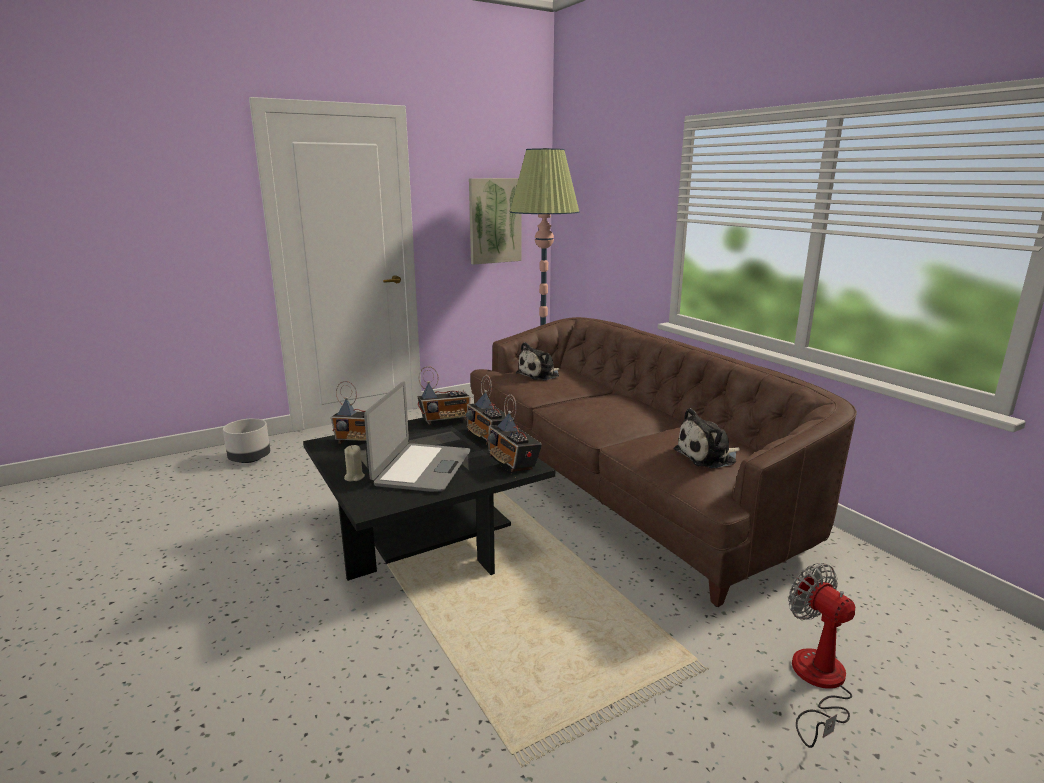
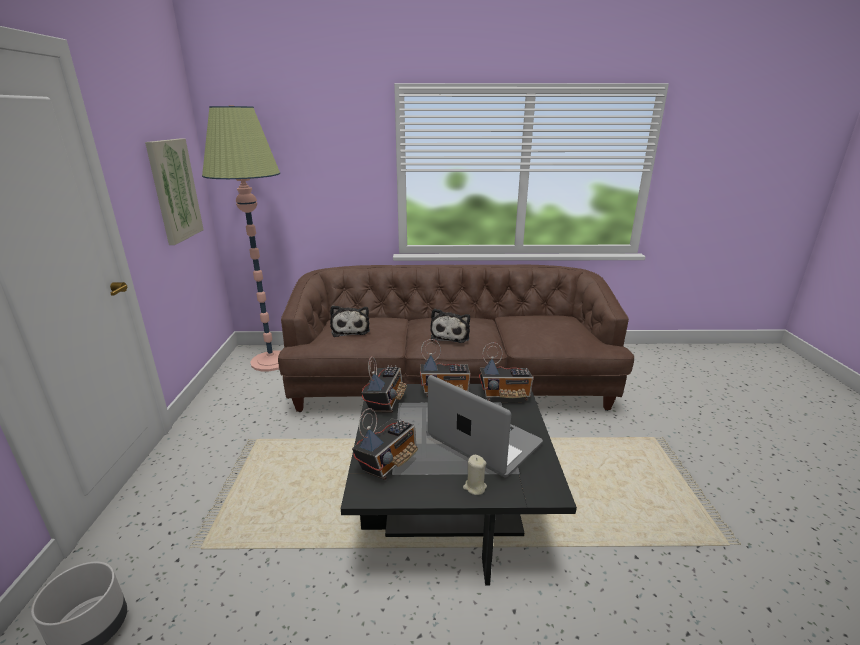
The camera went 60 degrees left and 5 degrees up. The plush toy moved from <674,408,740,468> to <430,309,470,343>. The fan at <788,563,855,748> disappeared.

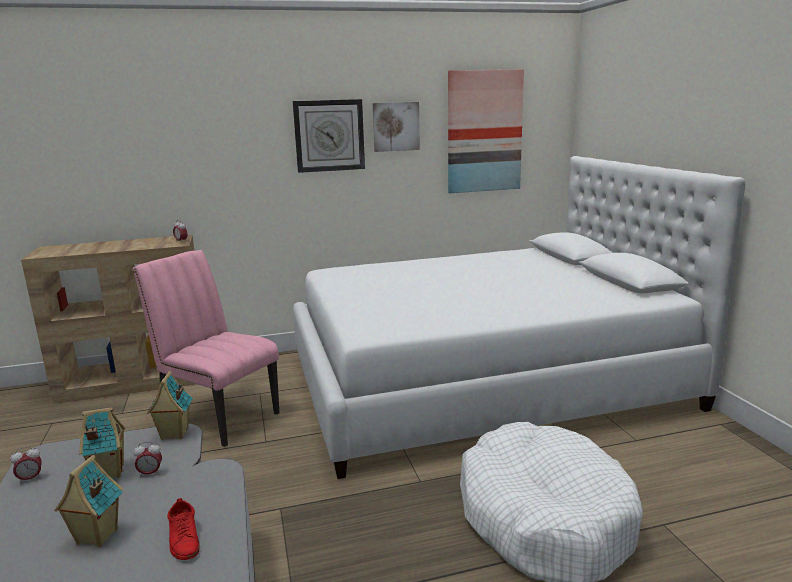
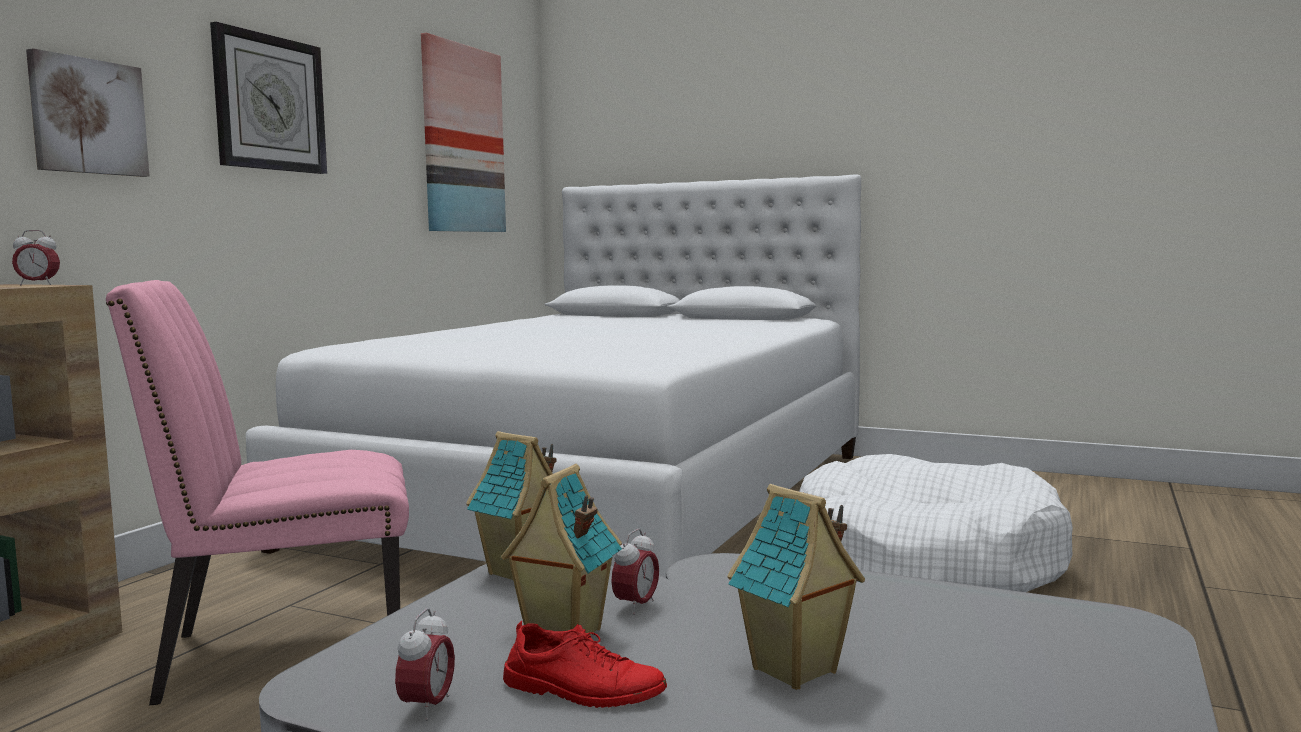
The camera went 50 degrees left and 10 degrees down. The picture moved from <373,102,420,152> to <26,48,150,177>. The red shoe moved from <167,498,200,560> to <503,620,667,708>.

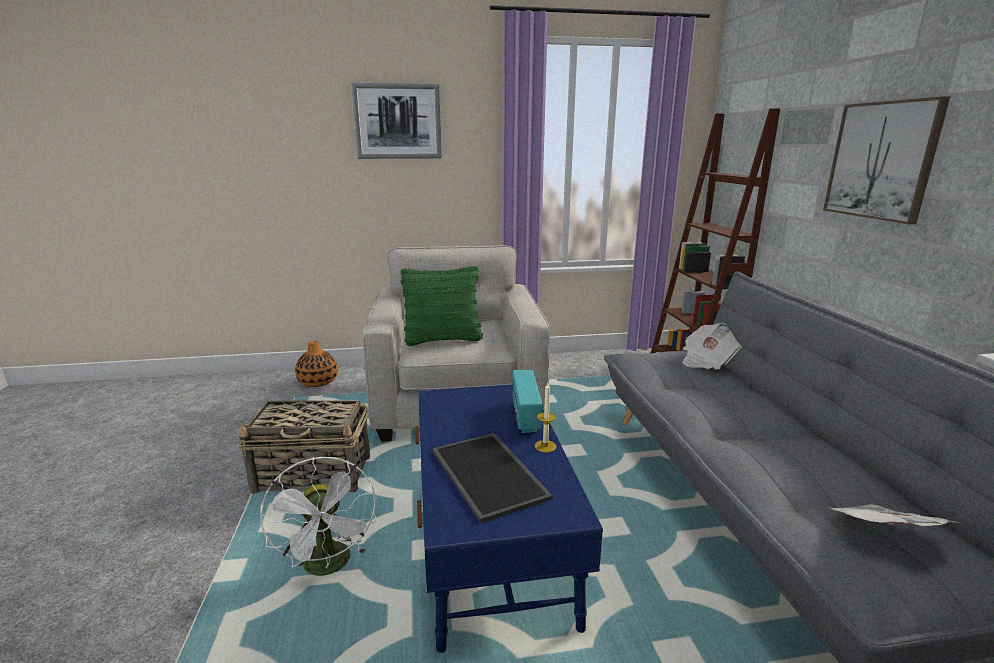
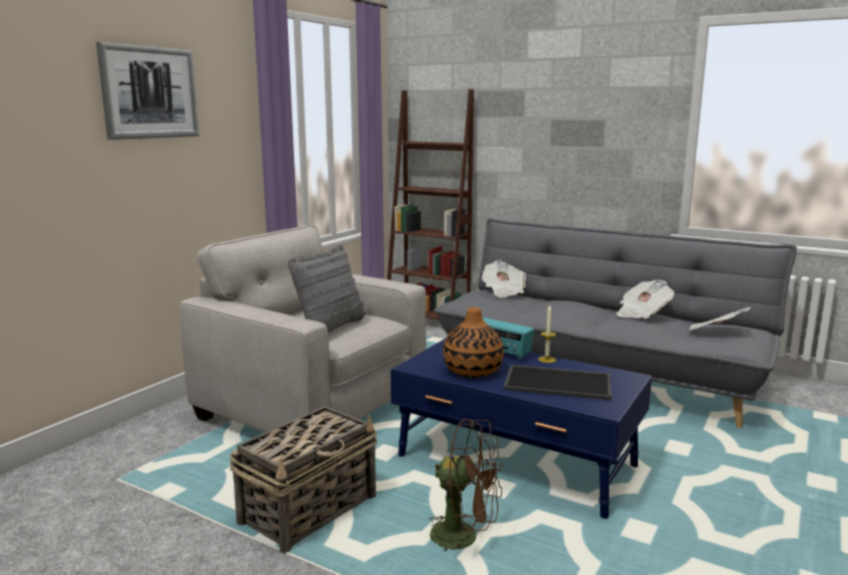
The camera went 50 degrees left and 5 degrees down. The picture at <823,96,950,224> disappeared. The green pillow at <400,266,483,346> became the grey pillow at <288,245,366,333>. The vase moved from <295,341,338,387> to <443,307,504,377>. The white fan at <260,457,376,576> became the brown fan at <429,419,502,551>. The newspaper at <617,280,674,319> appeared.

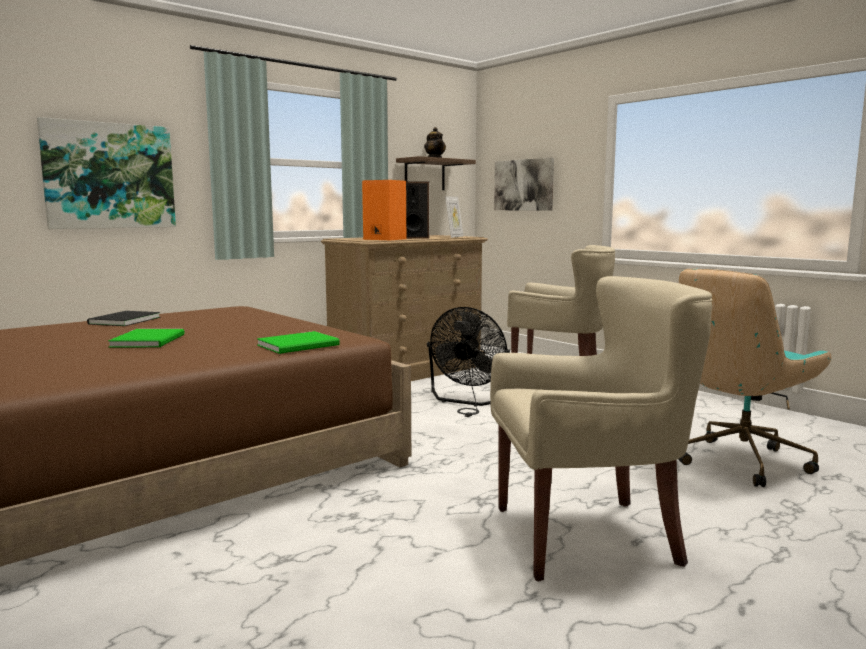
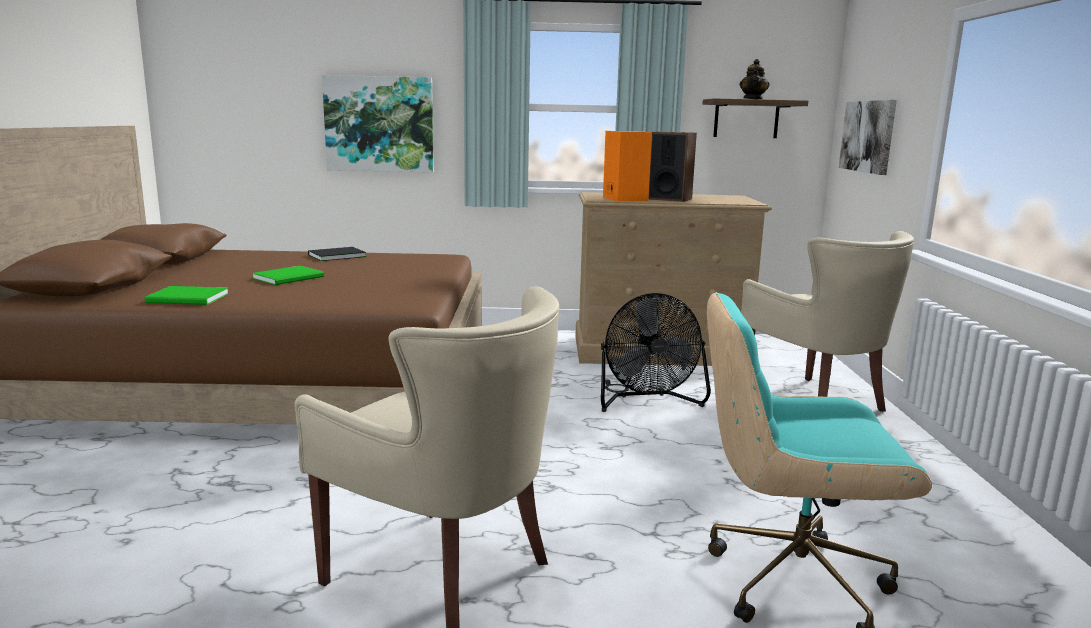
The camera went 40 degrees right and 5 degrees up. The picture frame at <445,196,464,238> disappeared. The black fan at <427,307,510,417> turned 105 degrees clockwise. The green book moved from <257,331,340,354> to <145,286,229,305>.

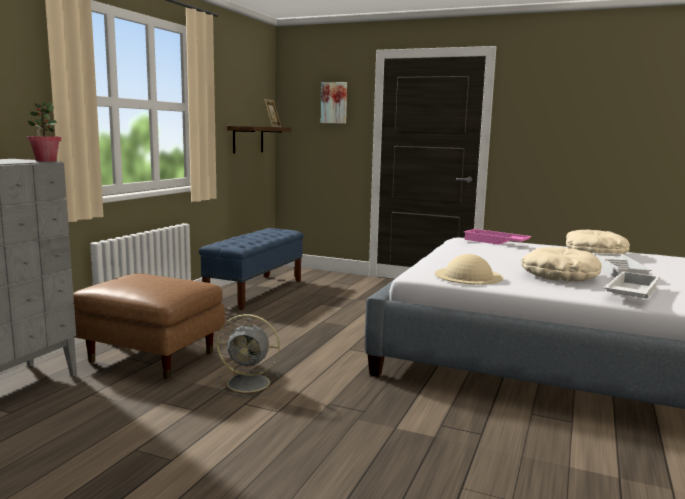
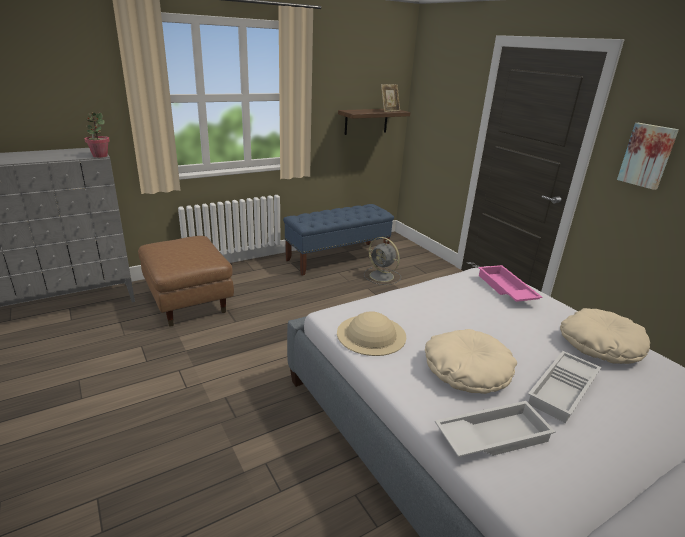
The camera went 35 degrees right and 15 degrees up. The picture moved from <321,82,347,124> to <617,123,679,190>. The grey fan moved from <217,314,281,397> to <364,237,401,285>.

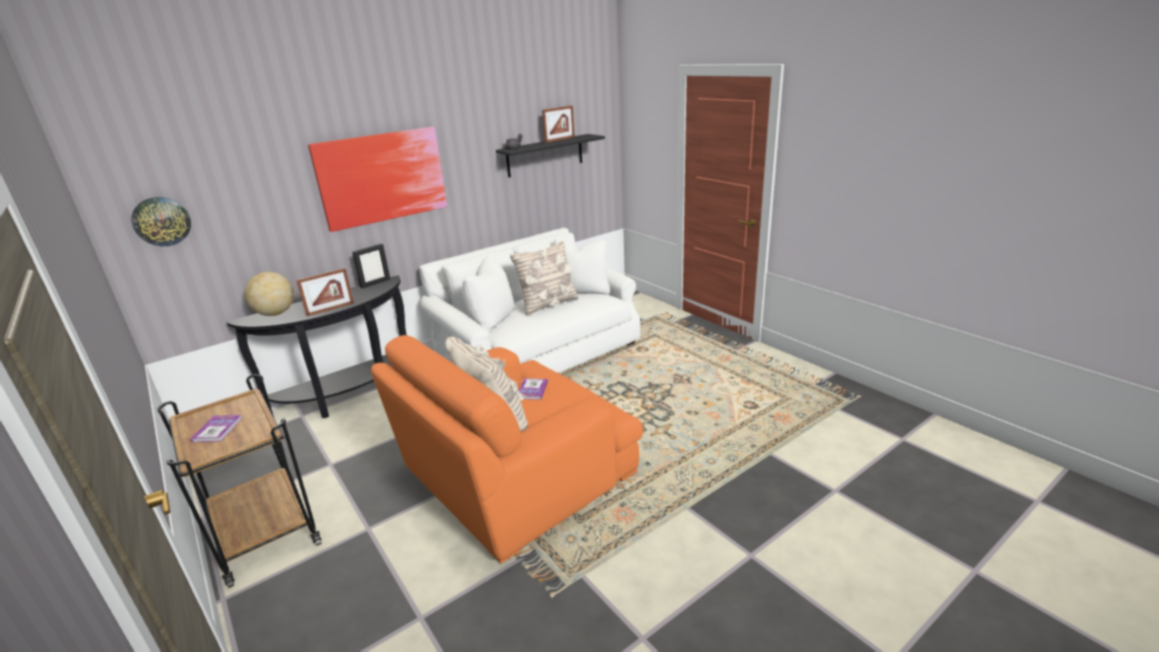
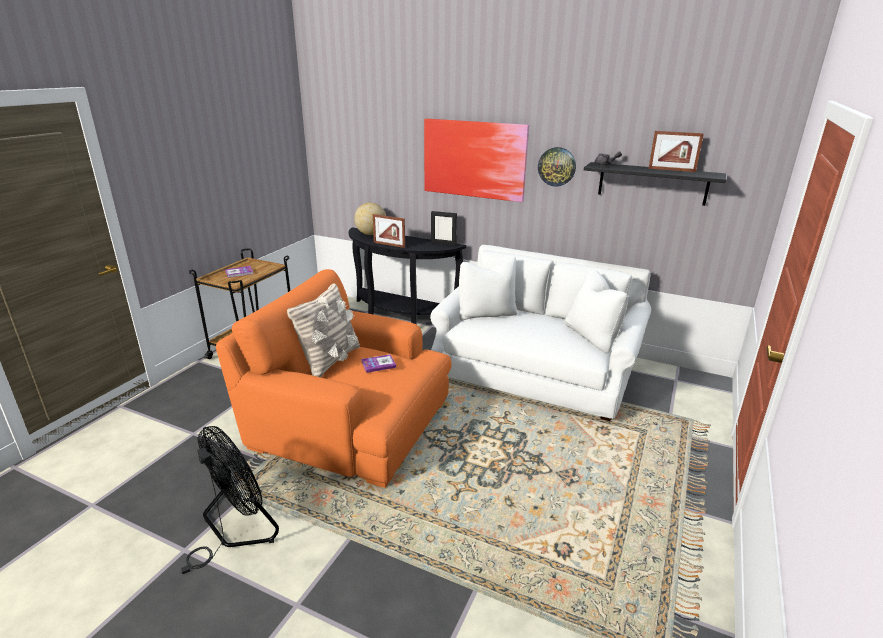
The camera went 60 degrees right and 0 degrees up. The wall clock moved from <132,197,191,246> to <538,147,576,187>. The beige pillow at <510,241,579,316> disappeared. The black fan at <179,426,279,574> appeared.

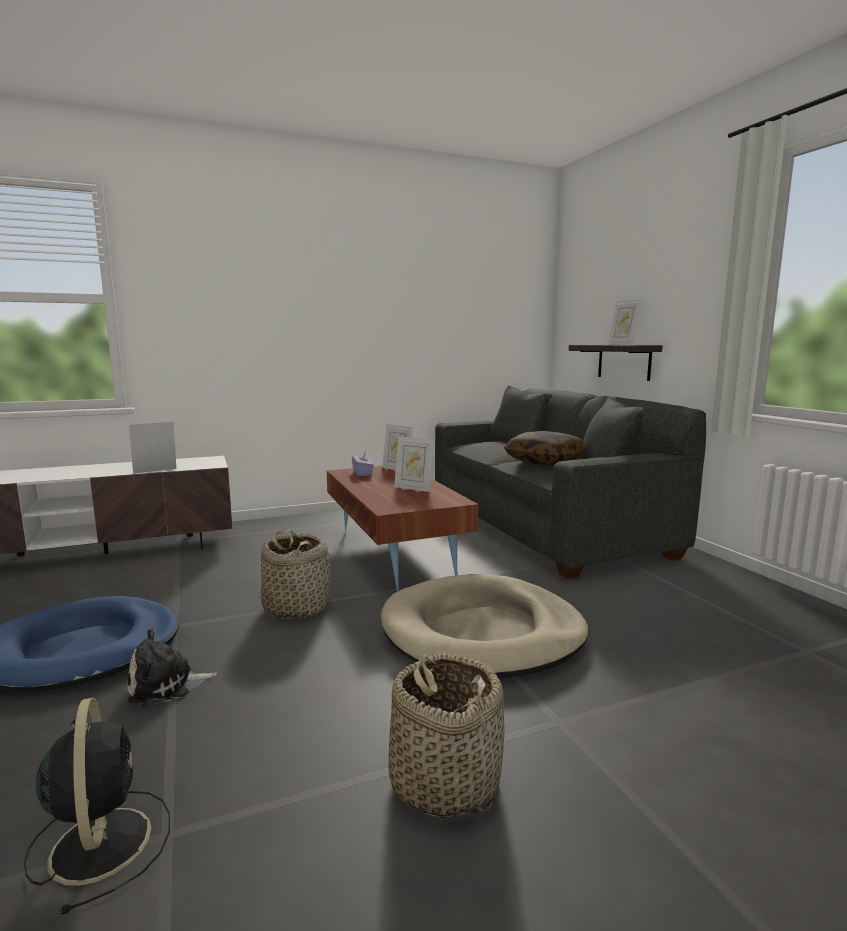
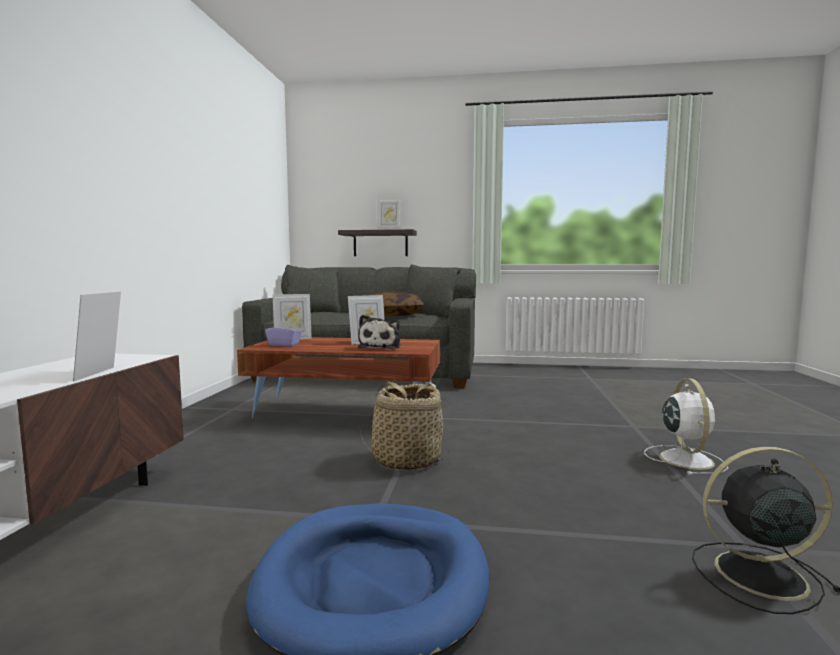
The camera went 60 degrees left and 5 degrees down. The beige dog bed at <380,574,589,678> disappeared. The plush toy moved from <128,628,217,706> to <358,315,401,349>. The basket at <388,653,504,818> was replaced by the white fan at <644,378,728,475>.

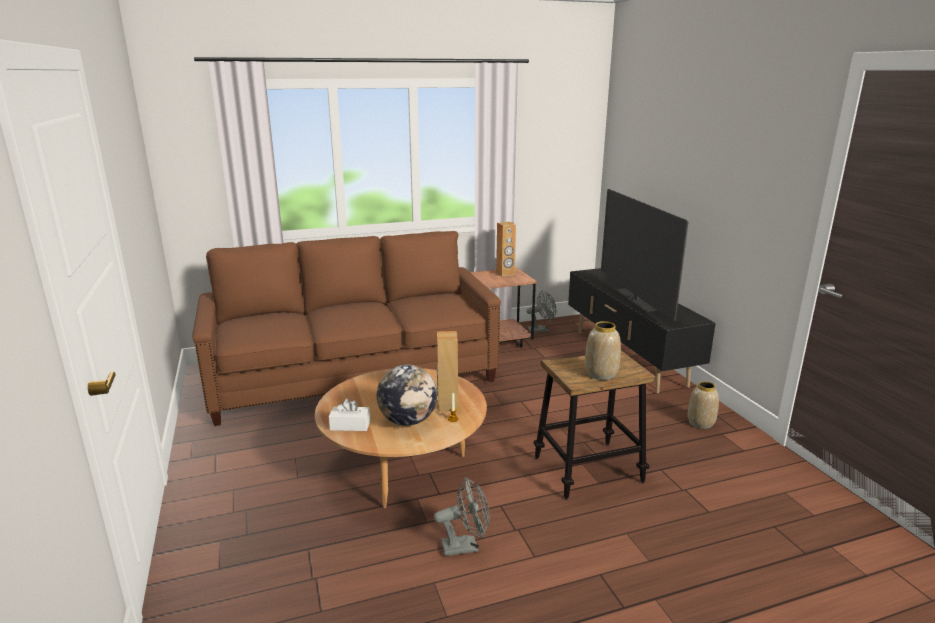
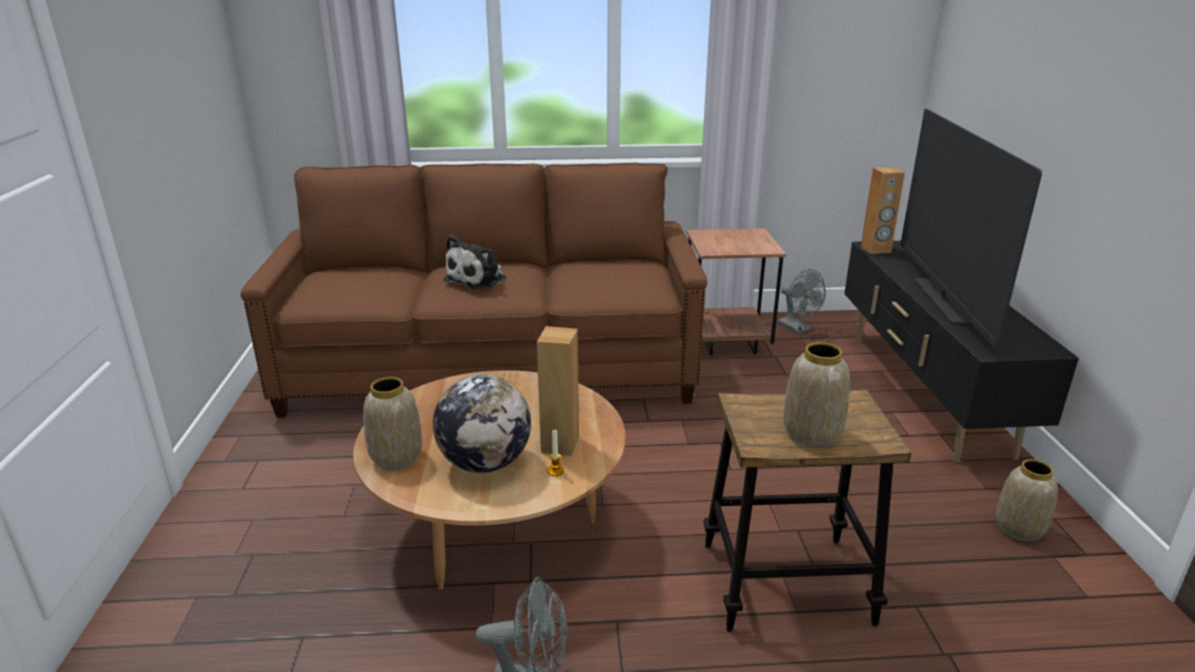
The camera went 15 degrees right and 5 degrees up. The brown speaker moved from <496,222,516,277> to <861,167,905,254>. The grey fan at <526,290,556,333> turned 60 degrees clockwise. The white tissue box at <329,399,370,431> was replaced by the vase at <363,377,422,470>. The plush toy at <443,235,506,289> appeared.

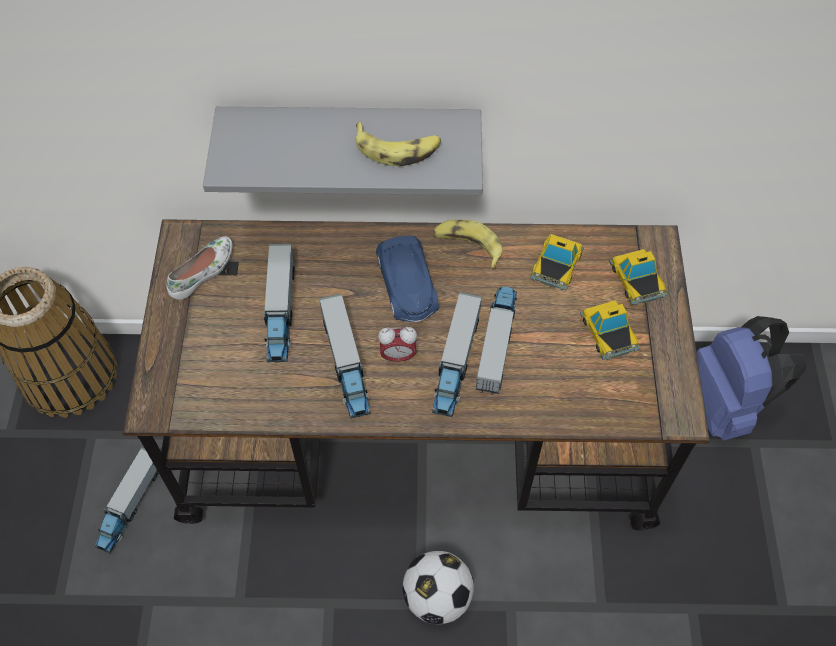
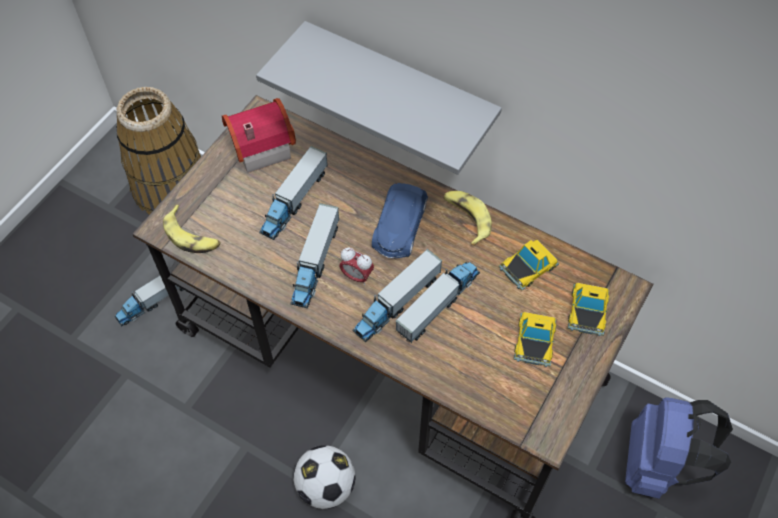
The camera went 30 degrees right and 0 degrees up. The banana moved from <355,122,441,166> to <163,205,220,253>. The white shoe at <167,236,233,300> was replaced by the toy house at <222,98,296,173>.

